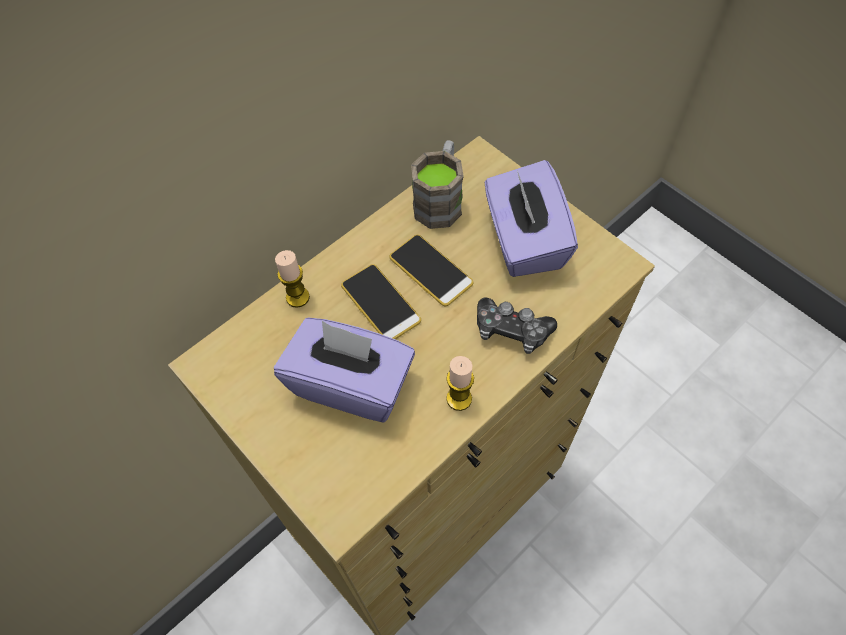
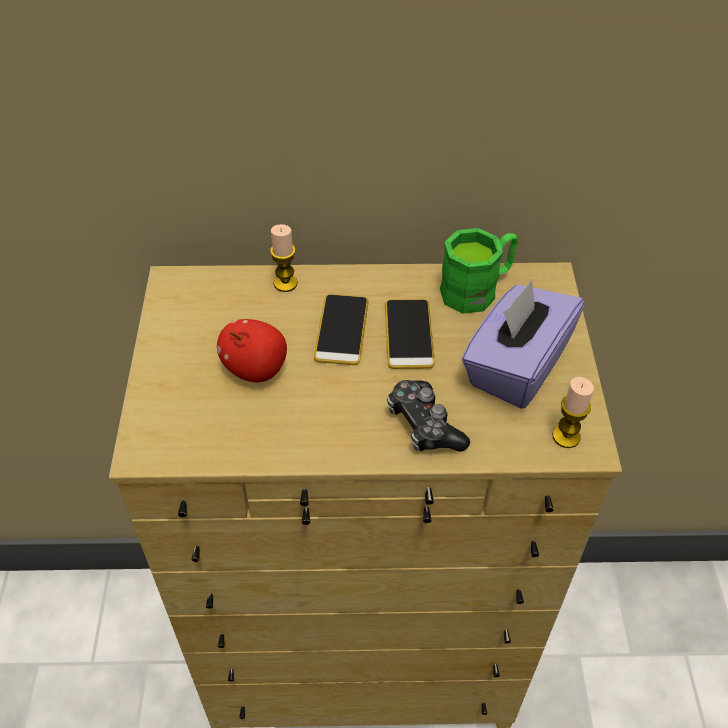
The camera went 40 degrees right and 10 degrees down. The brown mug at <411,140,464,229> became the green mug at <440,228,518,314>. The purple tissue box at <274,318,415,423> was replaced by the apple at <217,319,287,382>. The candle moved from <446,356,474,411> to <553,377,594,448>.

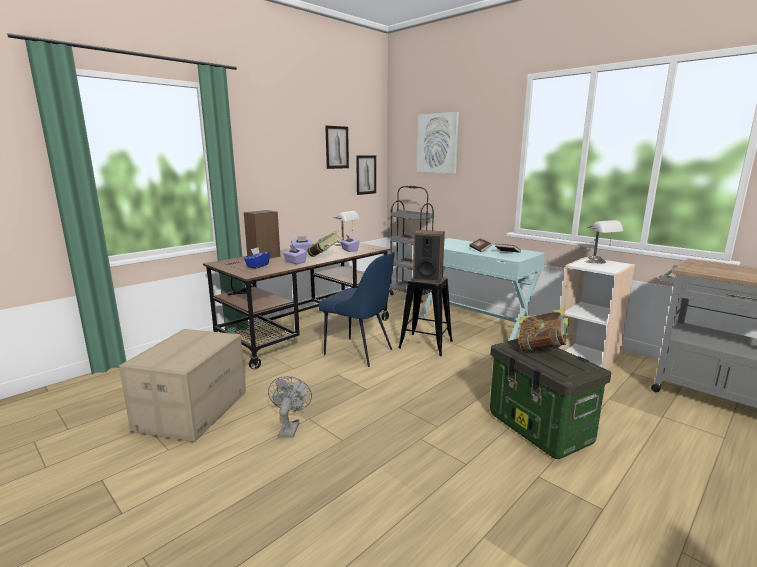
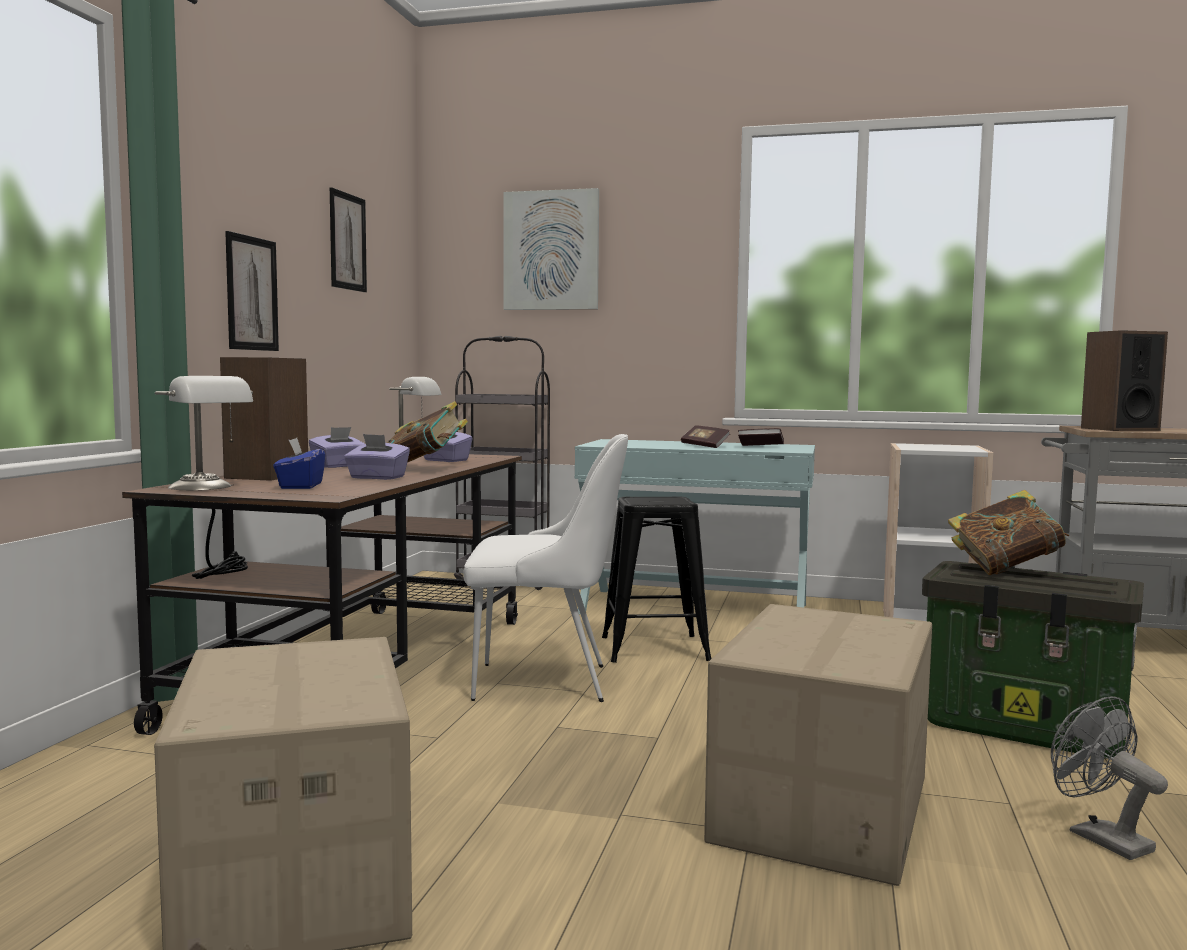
The camera went 30 degrees left and 10 degrees down. The picture moved from <356,156,376,195> to <225,231,279,351>. The white table lamp moved from <582,220,623,264> to <155,376,253,490>. The speaker moved from <413,230,445,282> to <1081,330,1168,431>. The blue chair at <318,252,394,367> became the white chair at <464,434,628,702>. The grey fan moved from <268,376,312,438> to <1051,696,1168,860>. The cardboard box at <704,604,932,886> appeared.

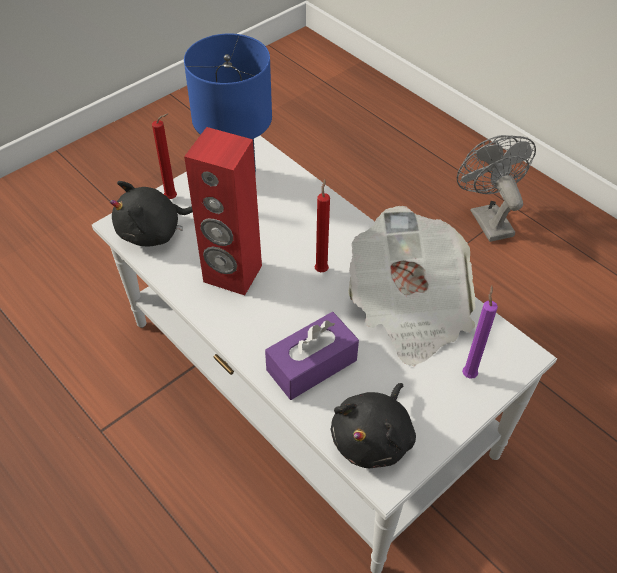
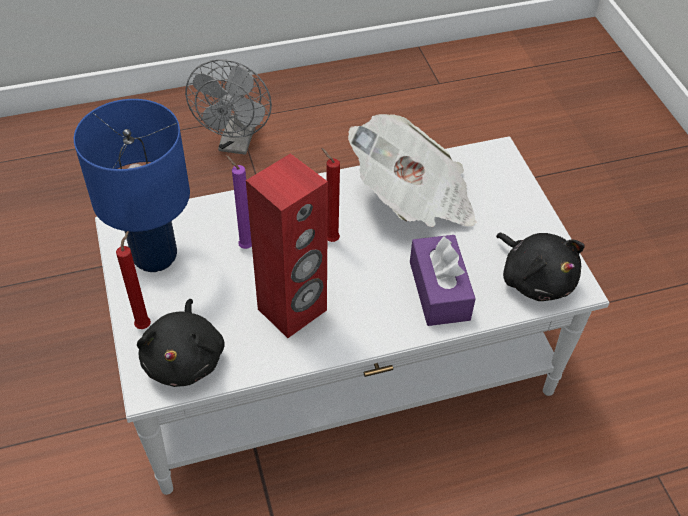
The camera went 65 degrees left and 0 degrees up. The grey fan at <457,135,536,242> turned 90 degrees counterclockwise. The purple candle moved from <462,285,498,379> to <225,155,252,249>.

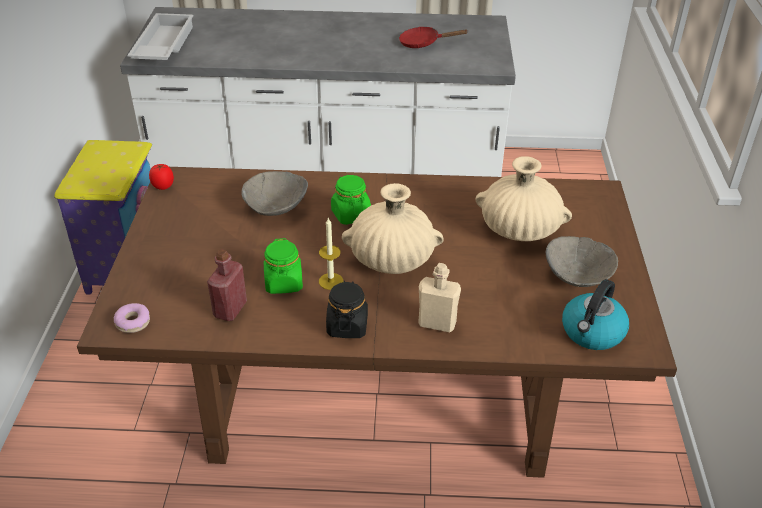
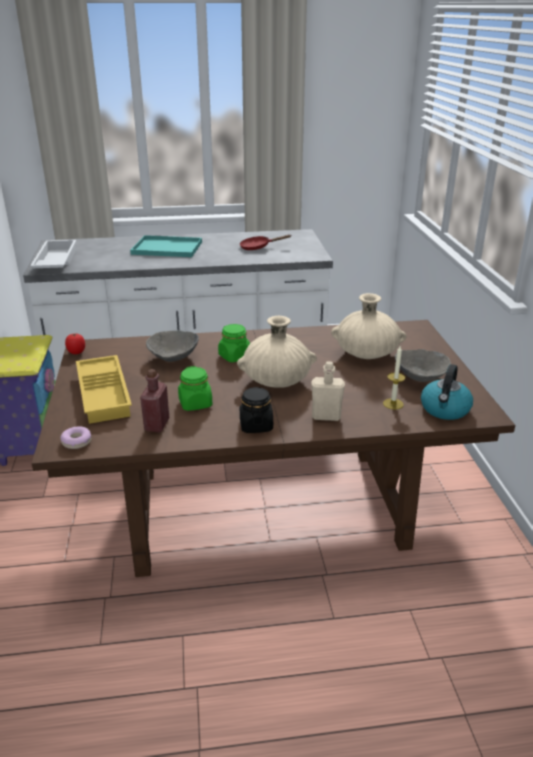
The camera went 10 degrees left and 10 degrees down. The candle moved from <319,218,343,290> to <383,346,405,410>. The turquoise tray at <130,235,202,257> appeared. The yellow tray at <76,355,132,424> appeared.

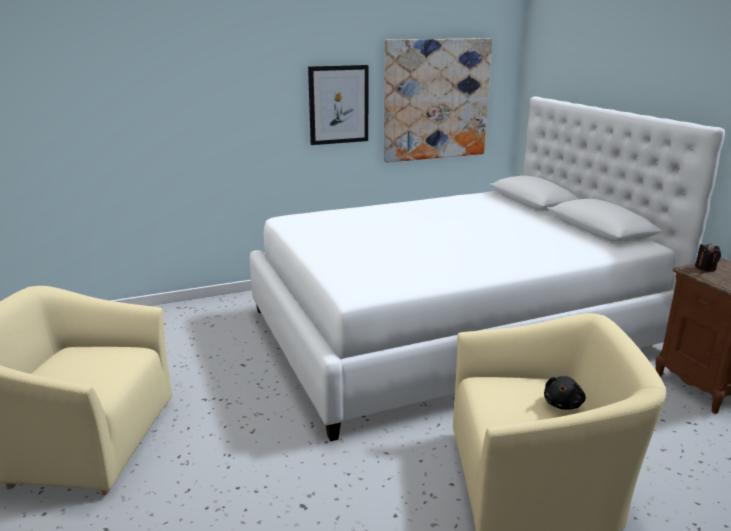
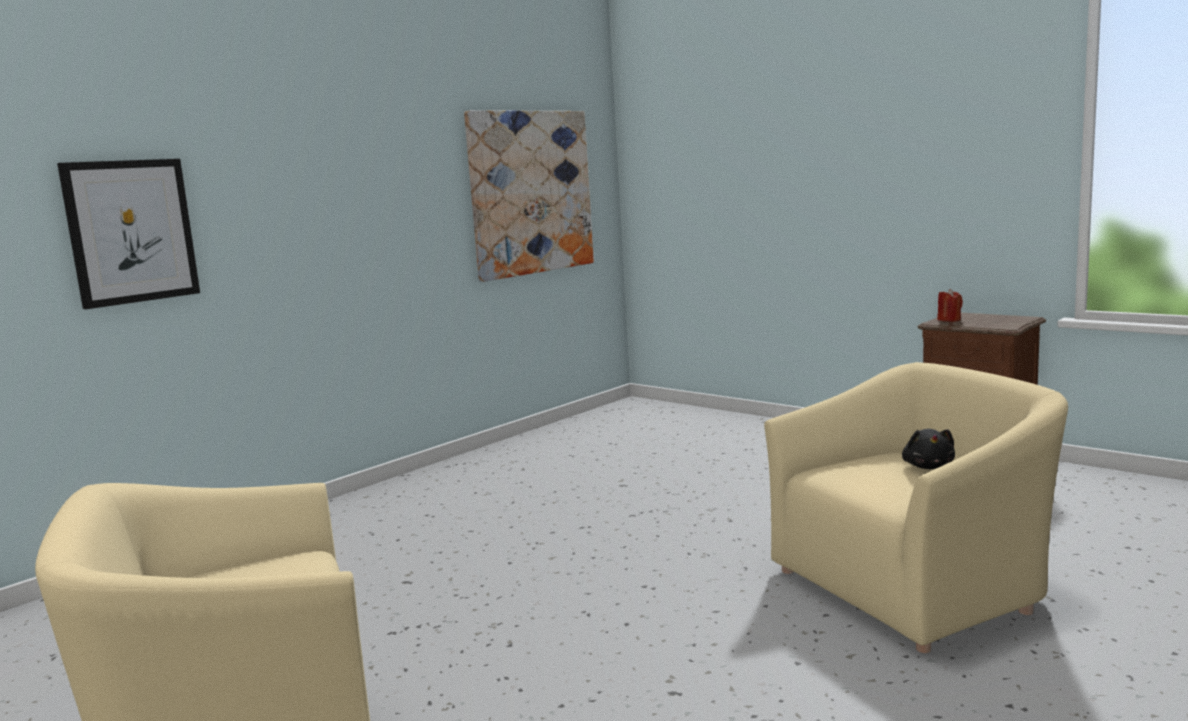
The camera went 25 degrees left and 10 degrees down. The picture moved from <308,65,368,145> to <57,159,200,309>. The white bed at <250,97,725,441> disappeared. The black candle at <695,243,721,272> became the red candle at <937,289,963,322>.

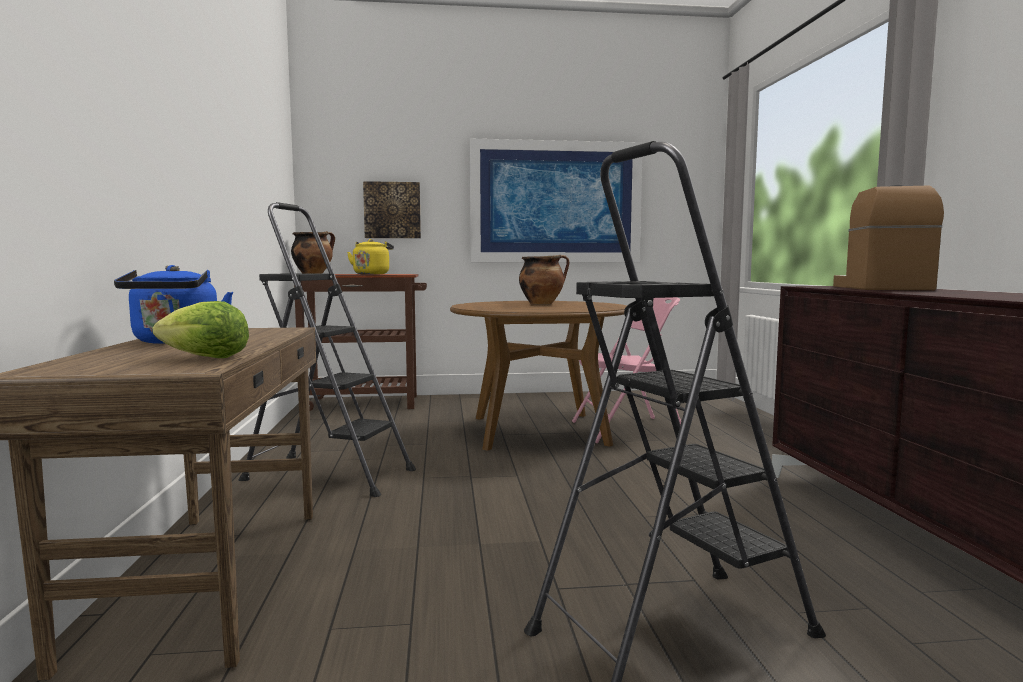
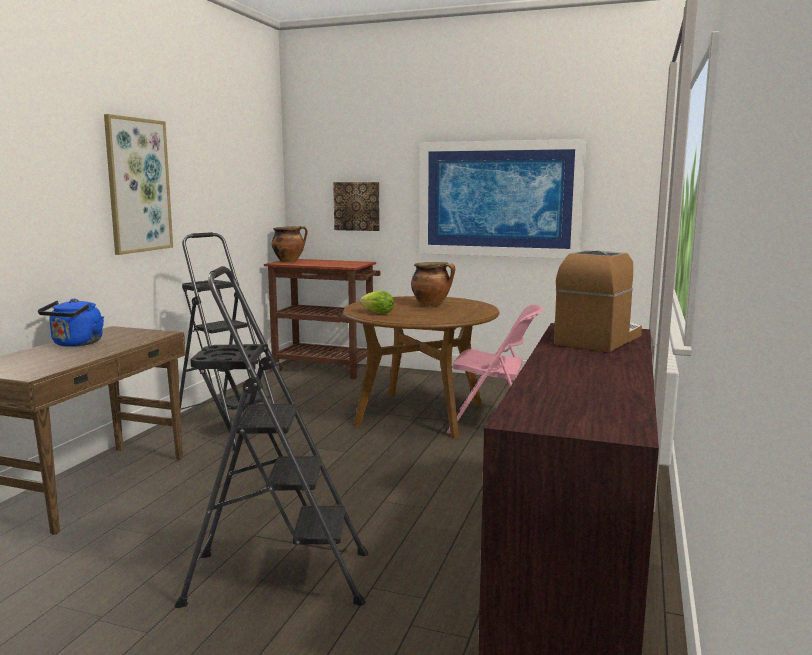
The camera went 25 degrees right and 5 degrees up. The yellow kettle at <347,239,394,275> disappeared. The lettuce moved from <153,301,249,358> to <360,291,394,314>. The picture at <104,114,173,255> appeared.

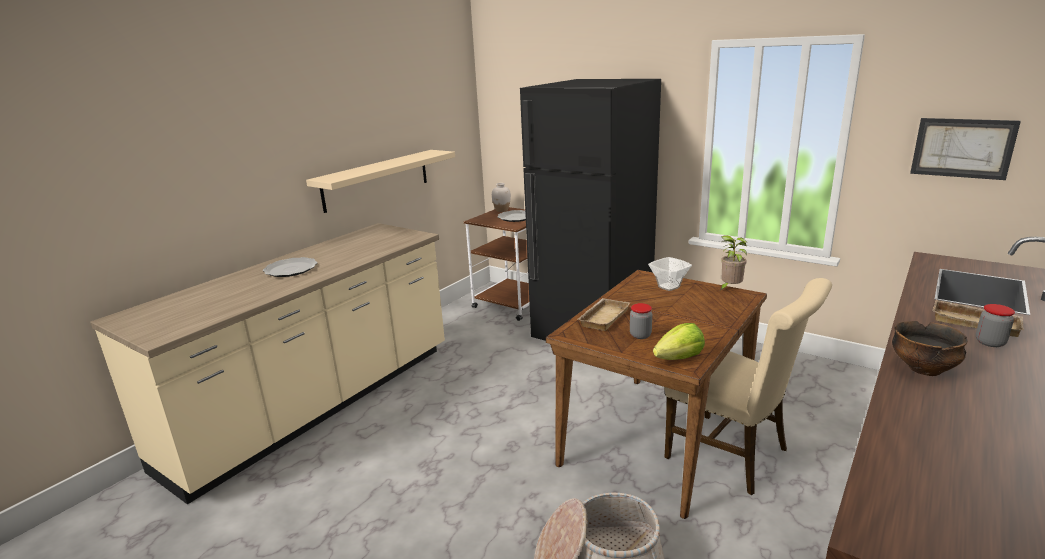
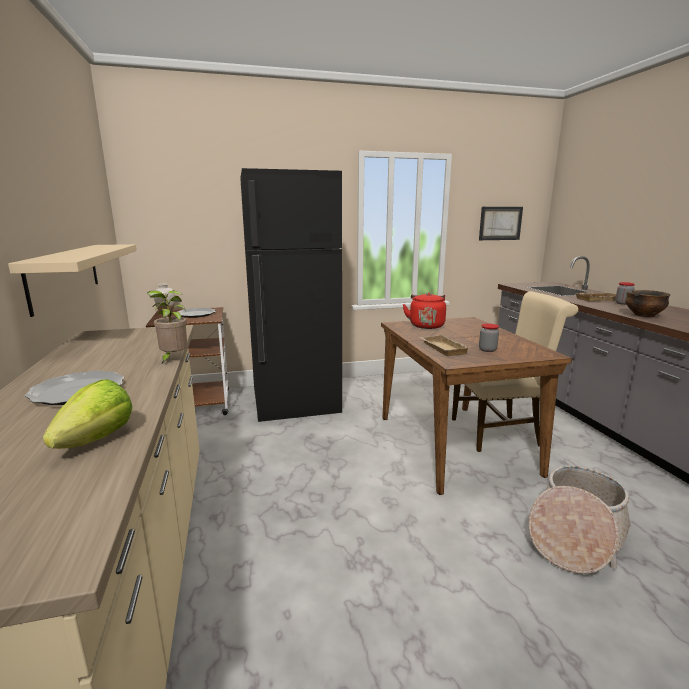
The camera went 50 degrees left and 5 degrees down. The potted plant moved from <720,235,747,290> to <147,290,187,363>. The bowl at <648,257,692,291> was replaced by the red kettle at <403,292,446,329>. The lettuce moved from <653,323,705,360> to <43,379,132,449>.

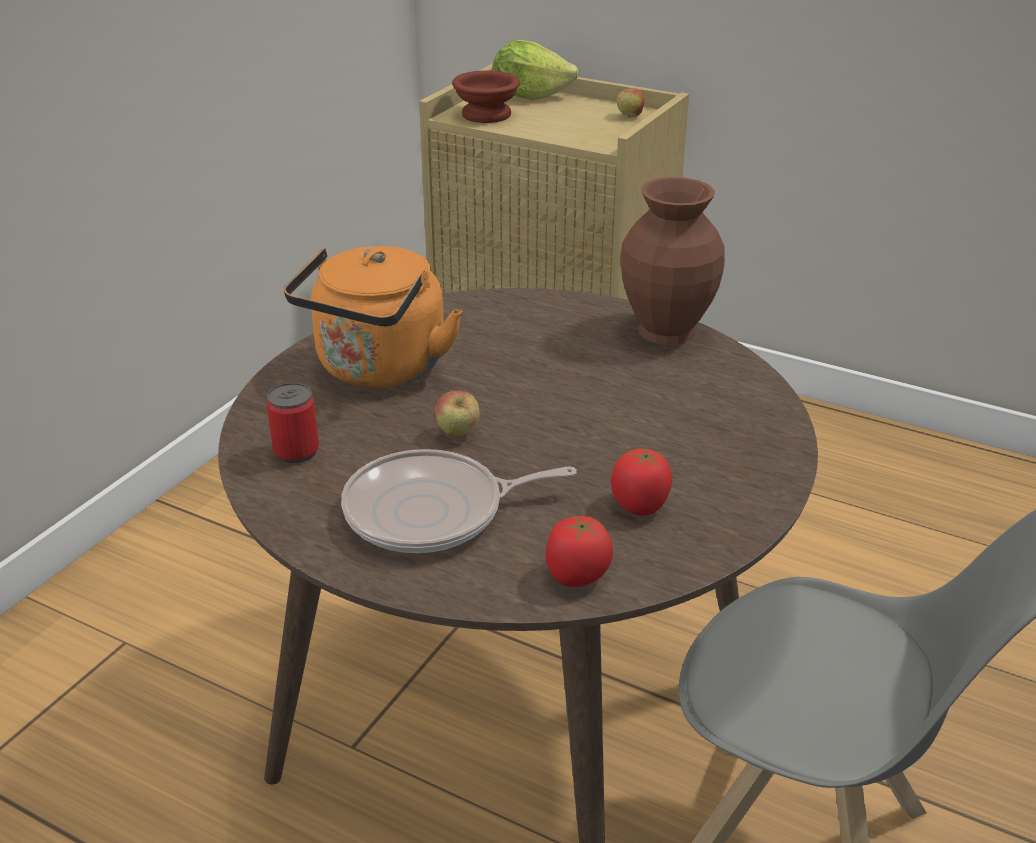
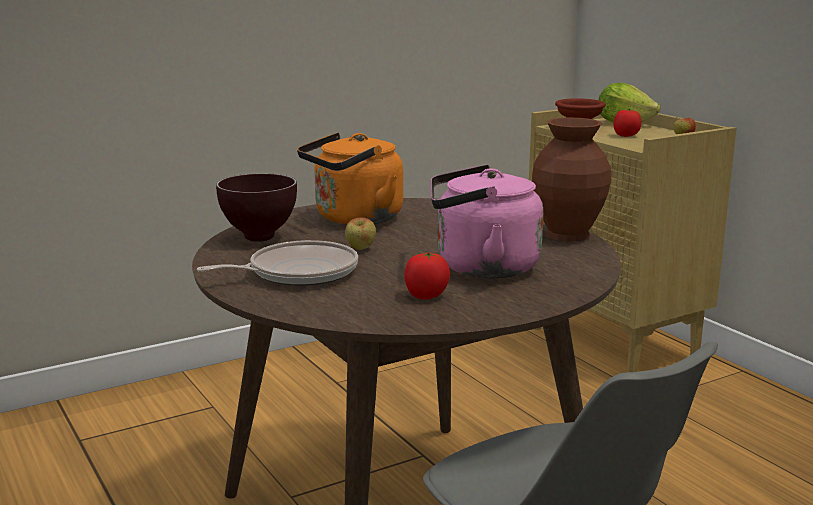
The camera went 30 degrees right and 15 degrees down. The can at <267,383,319,463> was replaced by the brown bowl at <216,173,297,242>. The frying pan at <341,449,577,553> turned 135 degrees clockwise. The tomato moved from <546,515,613,587> to <613,109,641,137>. The pink kettle at <431,165,543,278> appeared.

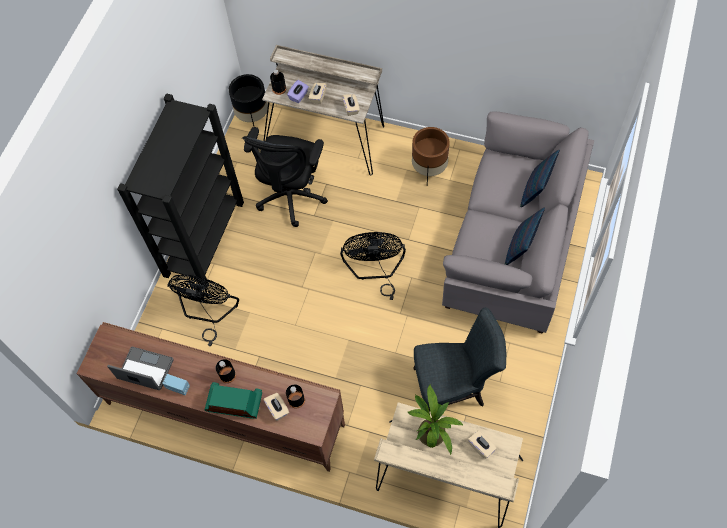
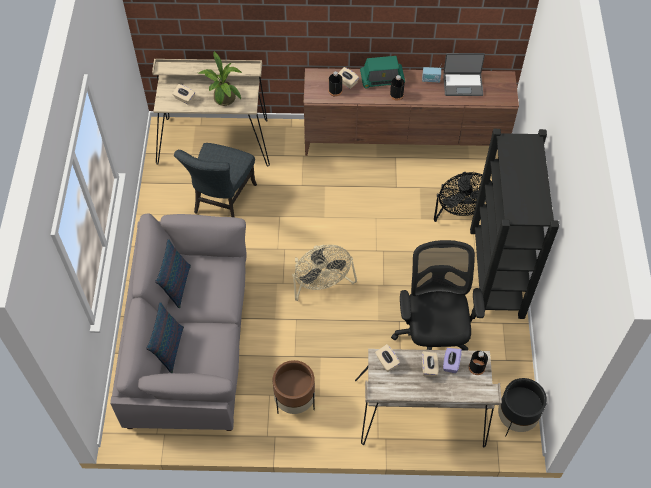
The camera went 160 degrees right and 5 degrees down. The black fan at <340,232,406,300> became the beige fan at <292,245,357,301>. The grey chair at <413,307,506,411> turned 45 degrees counterclockwise.

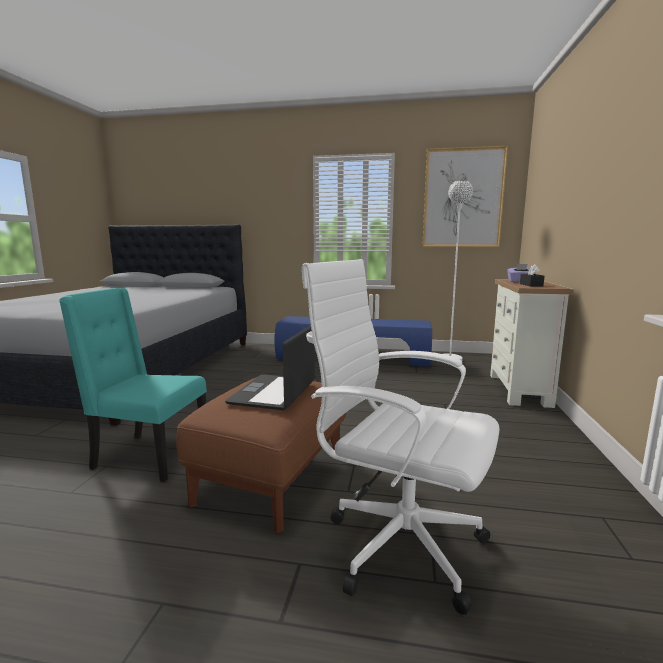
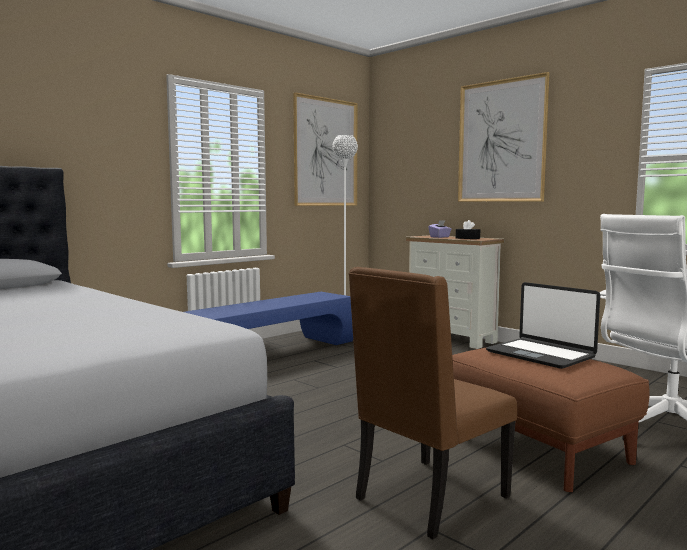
The camera went 55 degrees left and 5 degrees down. The turquoise chair at <59,288,207,482> became the brown chair at <349,267,517,539>. The picture at <458,72,550,202> appeared.

